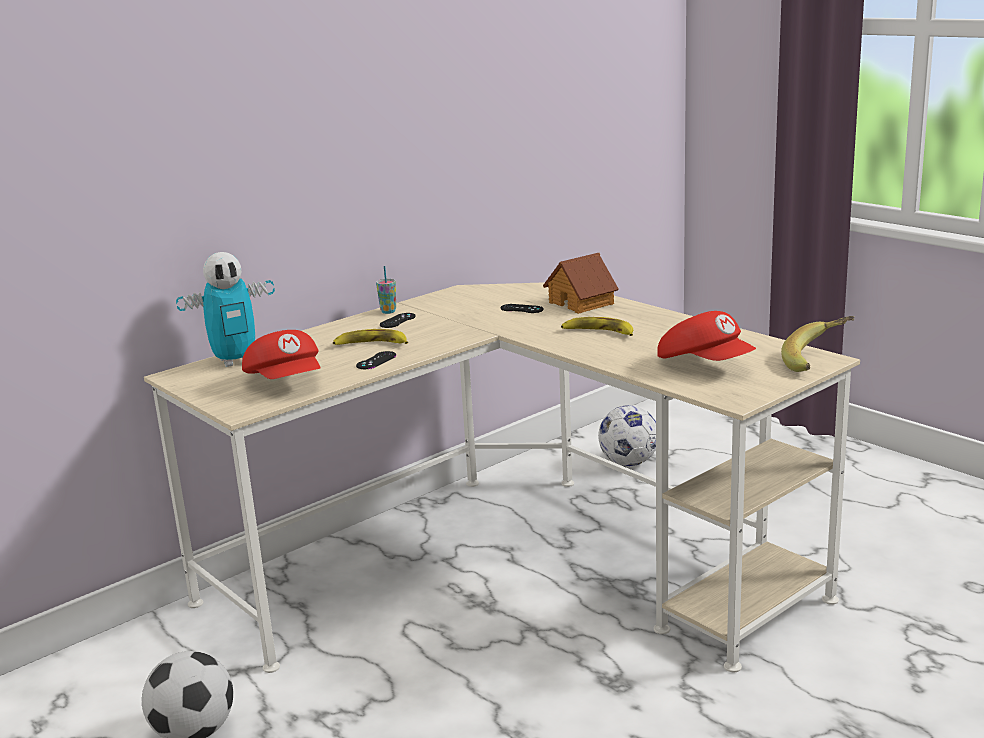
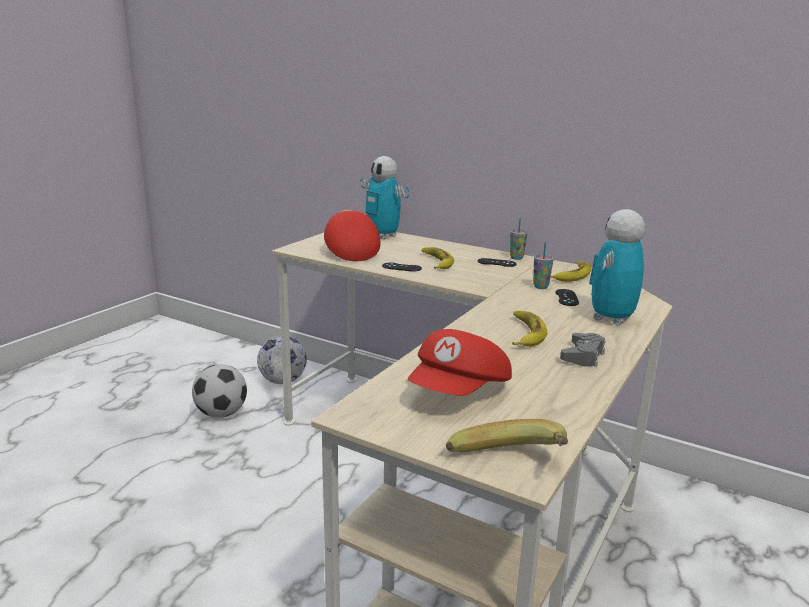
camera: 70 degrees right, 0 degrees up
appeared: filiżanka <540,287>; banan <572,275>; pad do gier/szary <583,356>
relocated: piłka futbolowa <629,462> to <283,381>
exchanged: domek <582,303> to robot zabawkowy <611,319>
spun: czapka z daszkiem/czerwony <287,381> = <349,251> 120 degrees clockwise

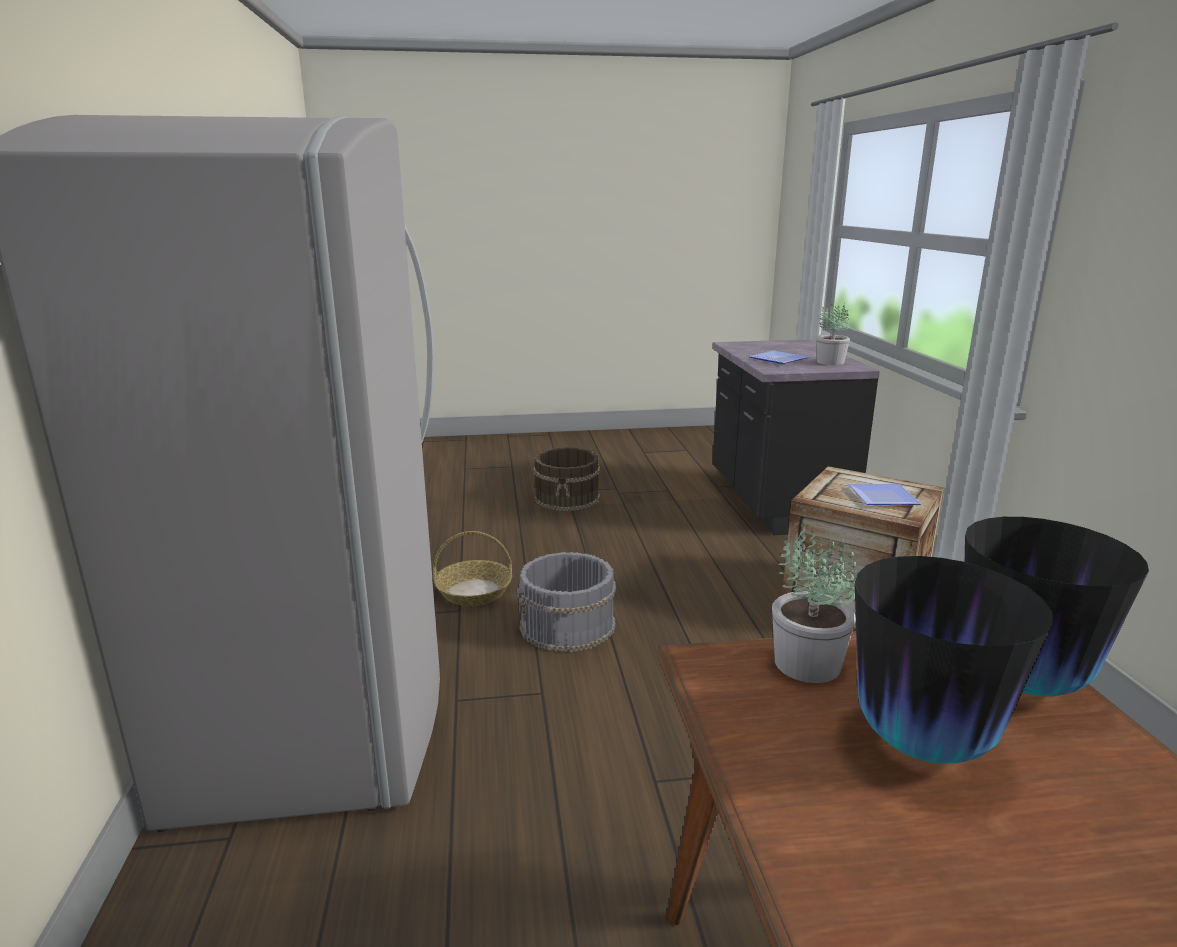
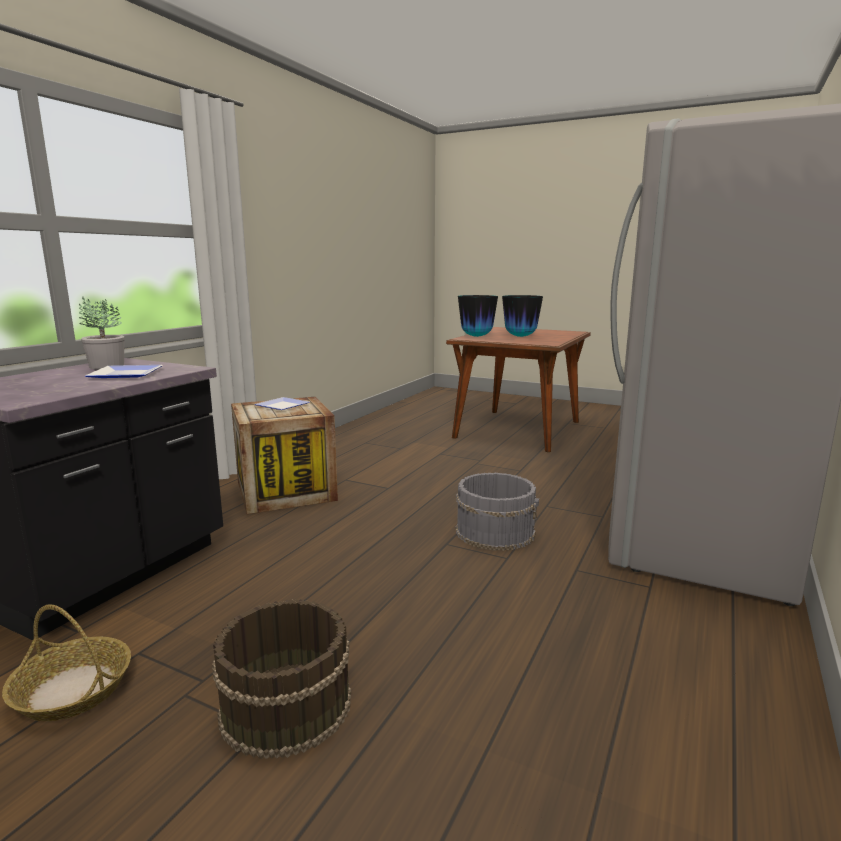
camera: 145 degrees left, 5 degrees down
missing: roślina doniczkowa <805,663>
relocated: koszyk <474,591> to <72,690>

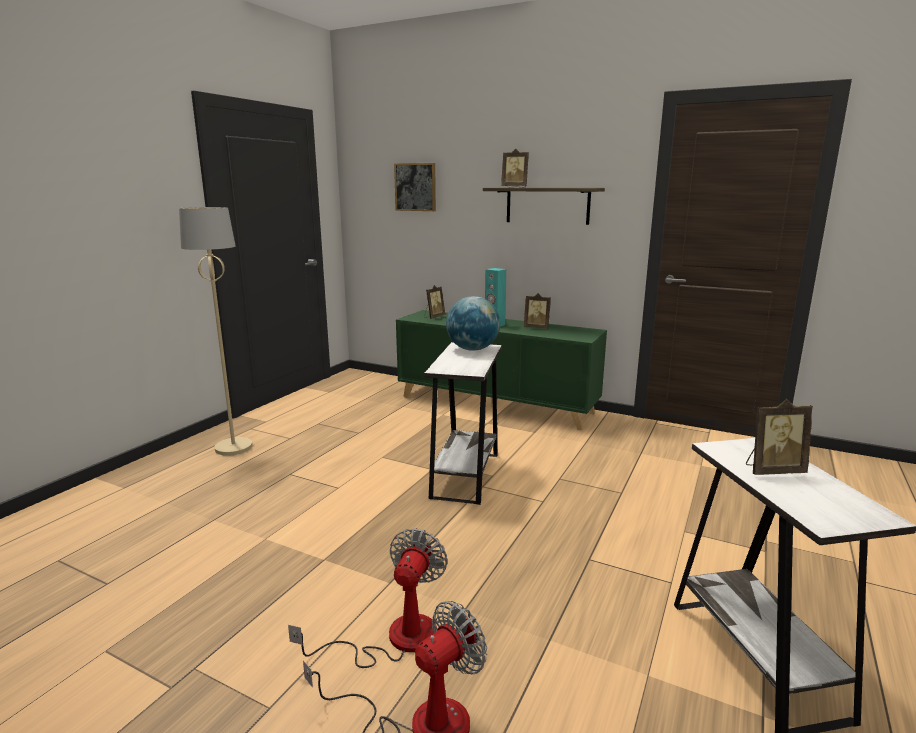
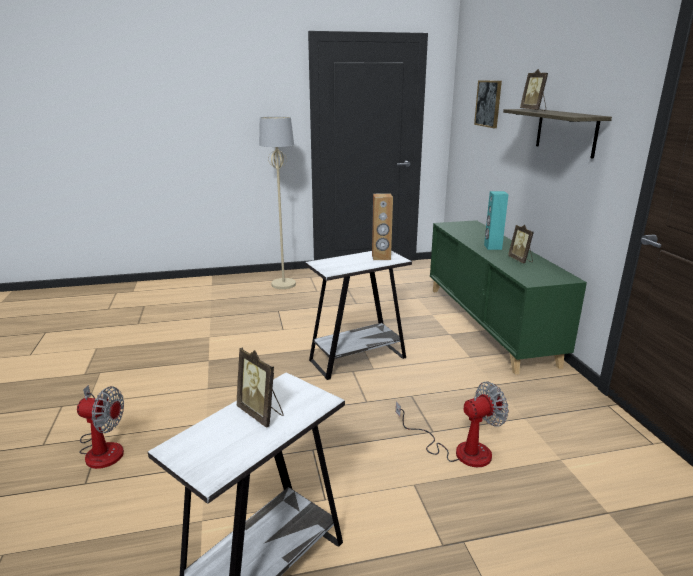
camera: 50 degrees right, 5 degrees up
missing: ramka na zdjęcie <433,317>
relocated: wentylator <394,639> to <460,450>
exchanged: globus <472,349> to głośnik/brązowy <381,257>

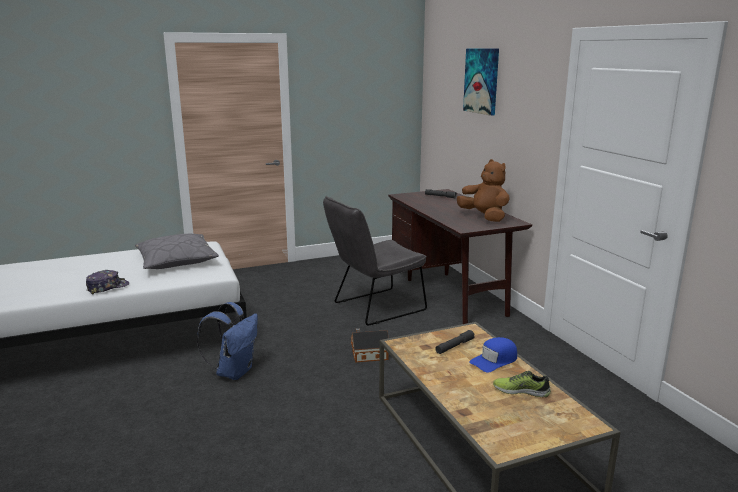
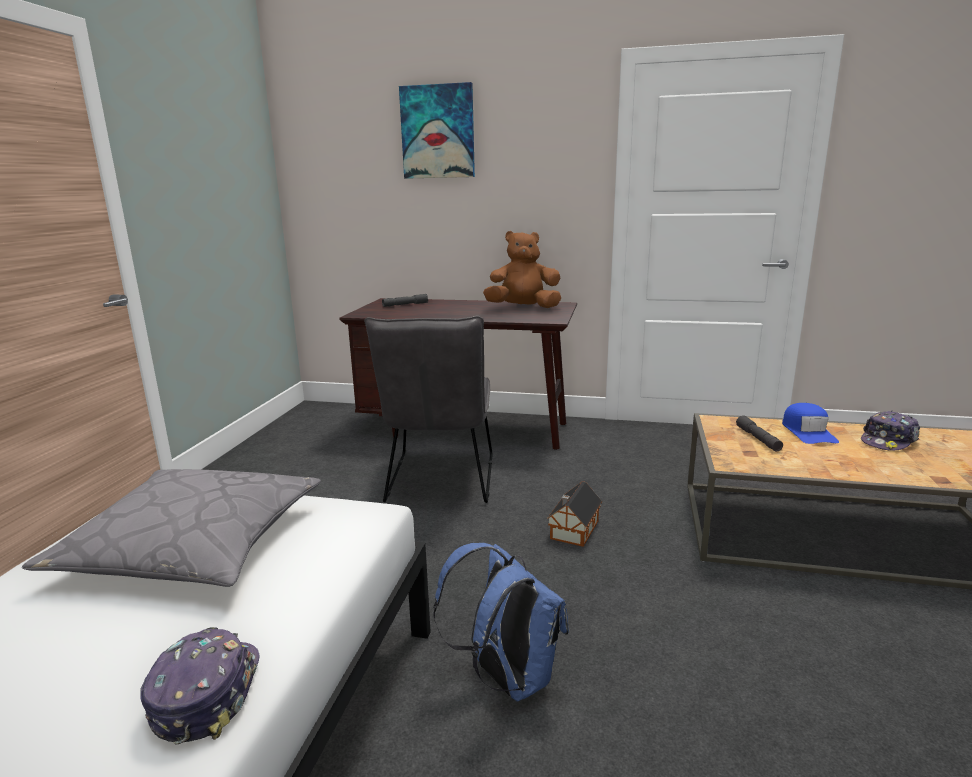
camera: 55 degrees left, 0 degrees up
exchanged: but <521,391> to czapka z daszkiem <888,441>

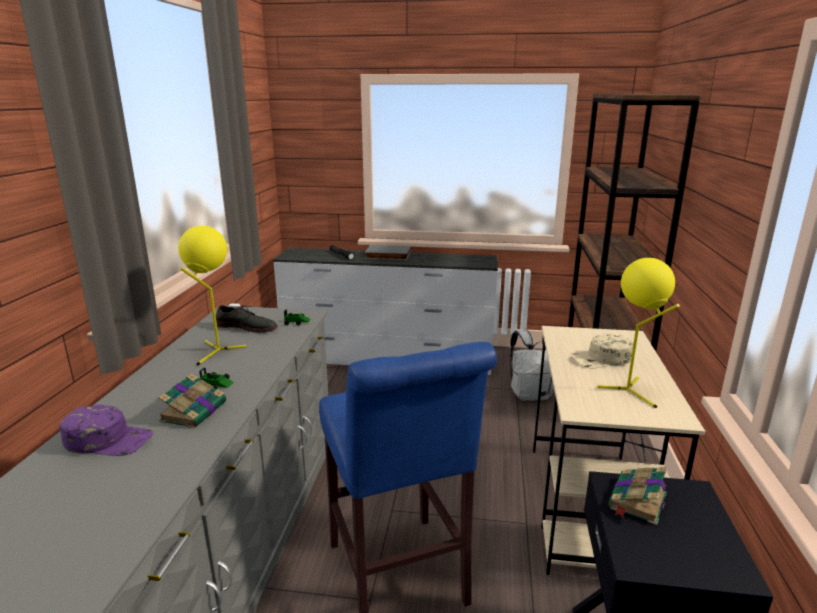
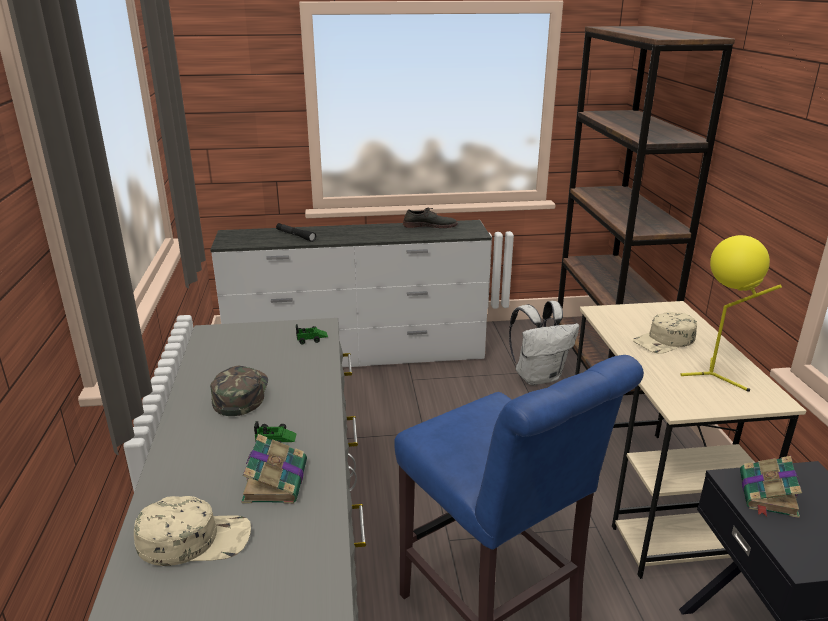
camera: 15 degrees left, 5 degrees up
missing: książka/szary <387,256>
relocated: but/szary <247,327> to <430,225>
exchanged: lampa stołowa/żółty <216,352> to czapka z daszkiem/zielony <240,394>
colour: czapka z daszkiem/fioletowy <109,439> to czapka z daszkiem/beżowy <195,539>

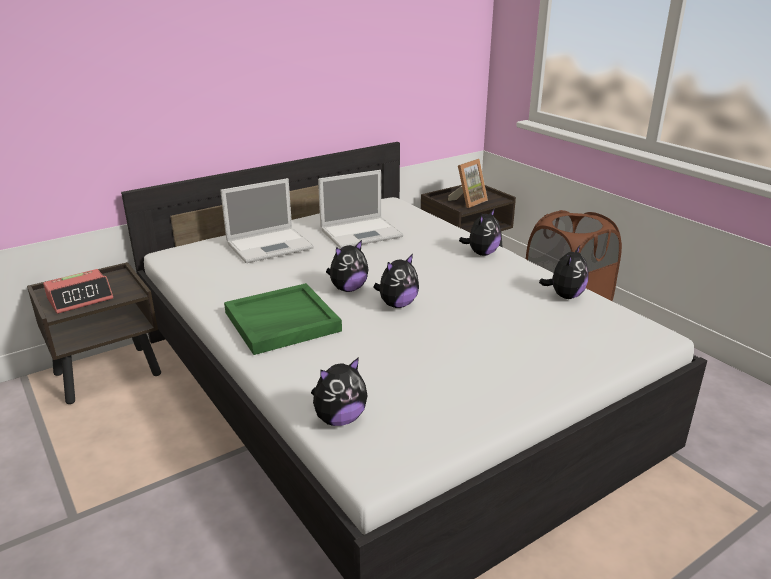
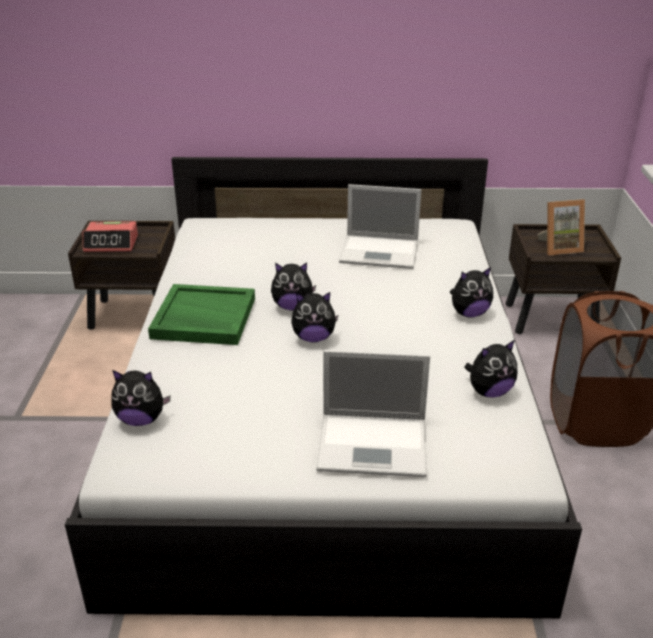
camera: 35 degrees right, 5 degrees up
relocated: laptop <271,245> to <375,445>

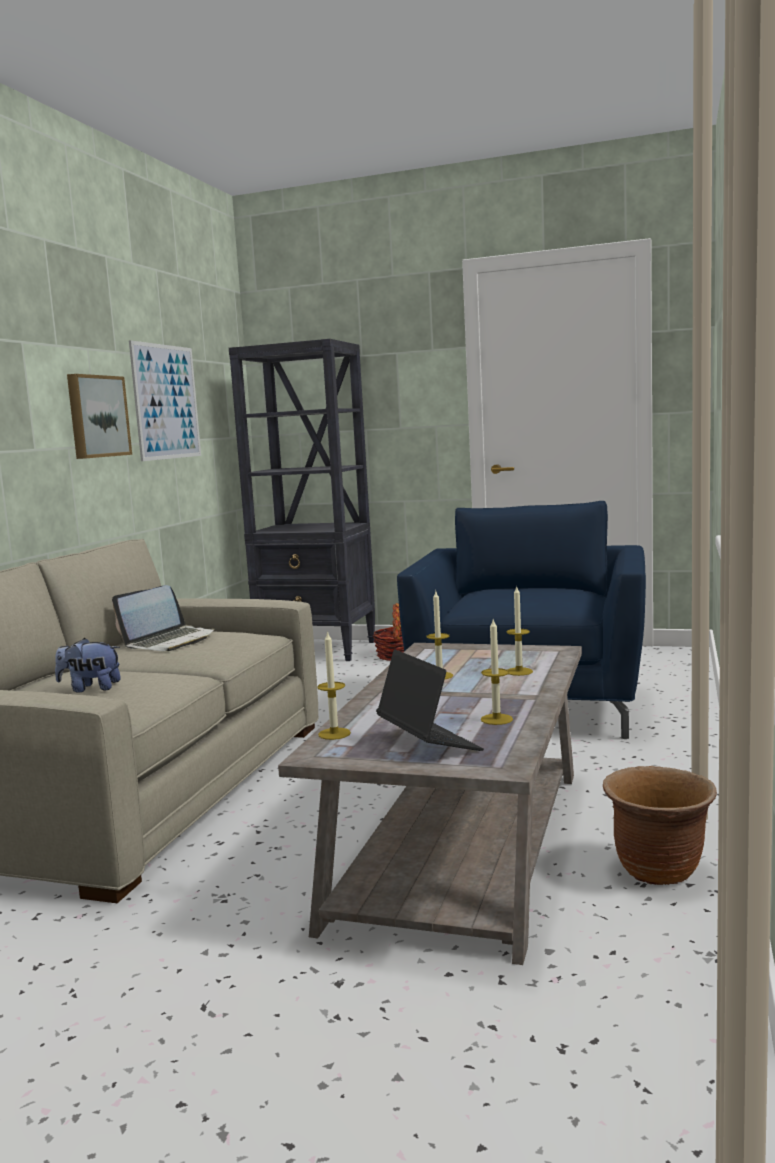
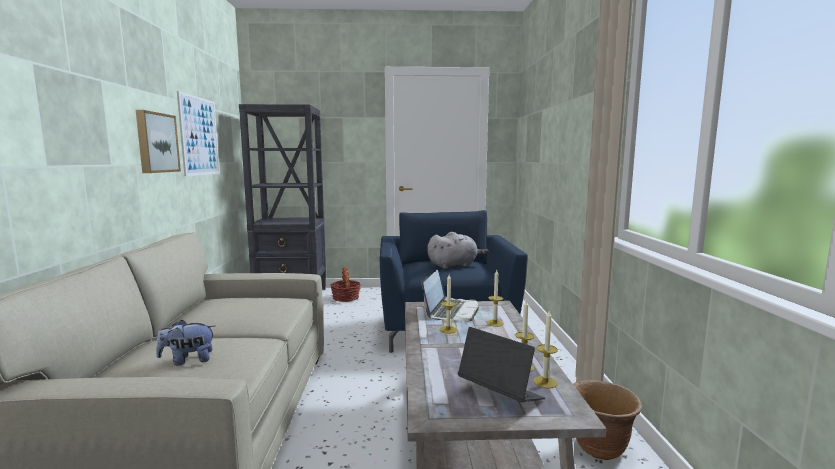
camera: 20 degrees left, 0 degrees up
appeared: pluszak/szary <454,265>
relocated: laptop <169,641> to <451,311>; świeca <334,734> to <545,382>

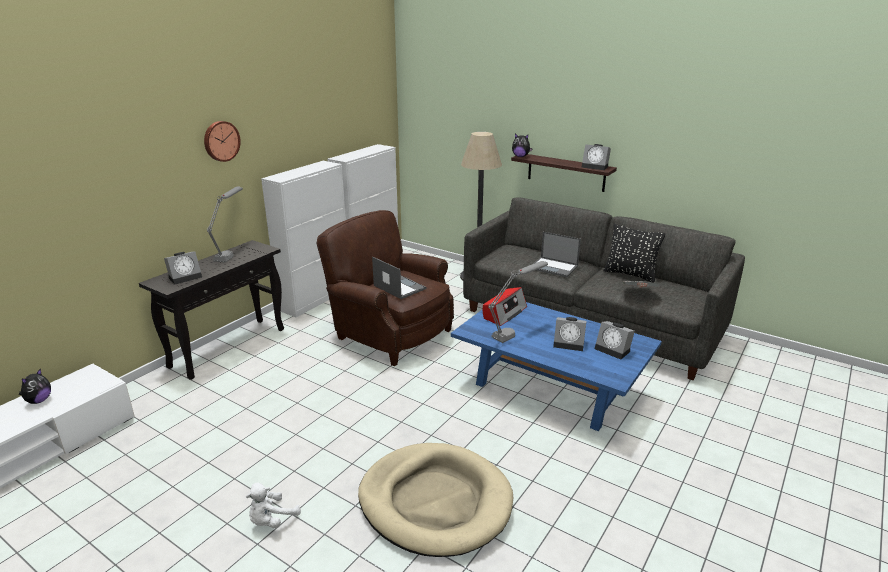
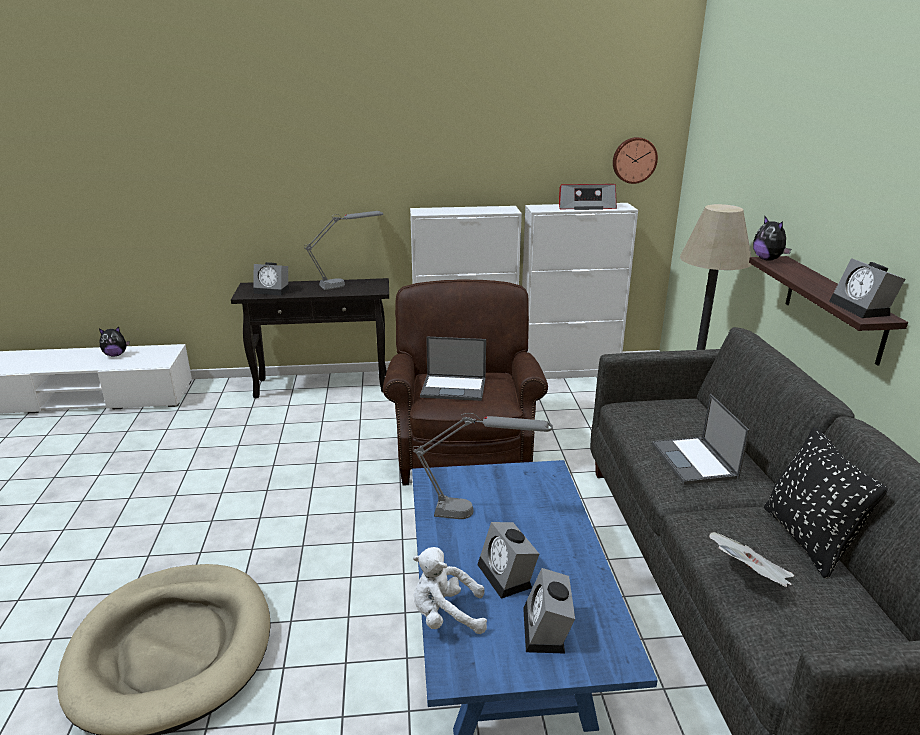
camera: 50 degrees right, 0 degrees up
relocated: zegar ścienny <221,141> to <634,160>; radio <504,313> to <585,206>; pluszak/biały <271,520> to <446,616>
spun: laptop <399,287> = <454,388> 90 degrees clockwise

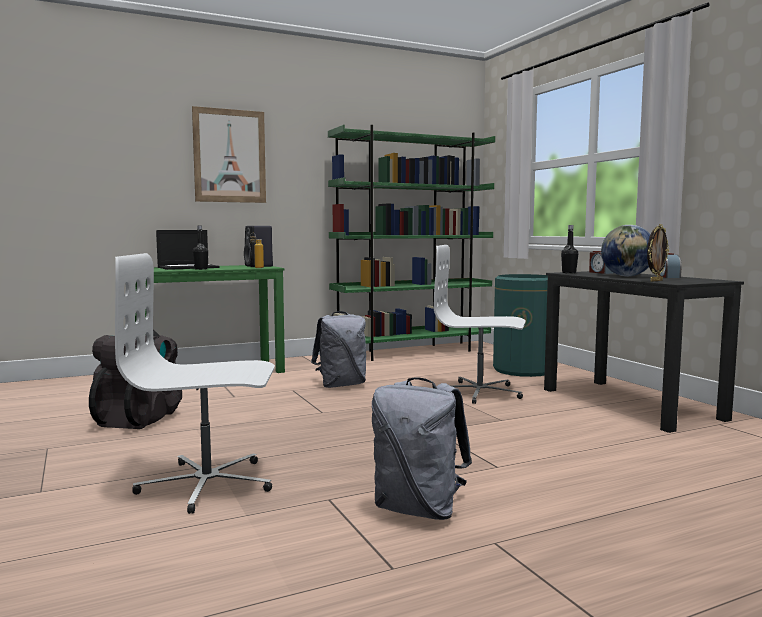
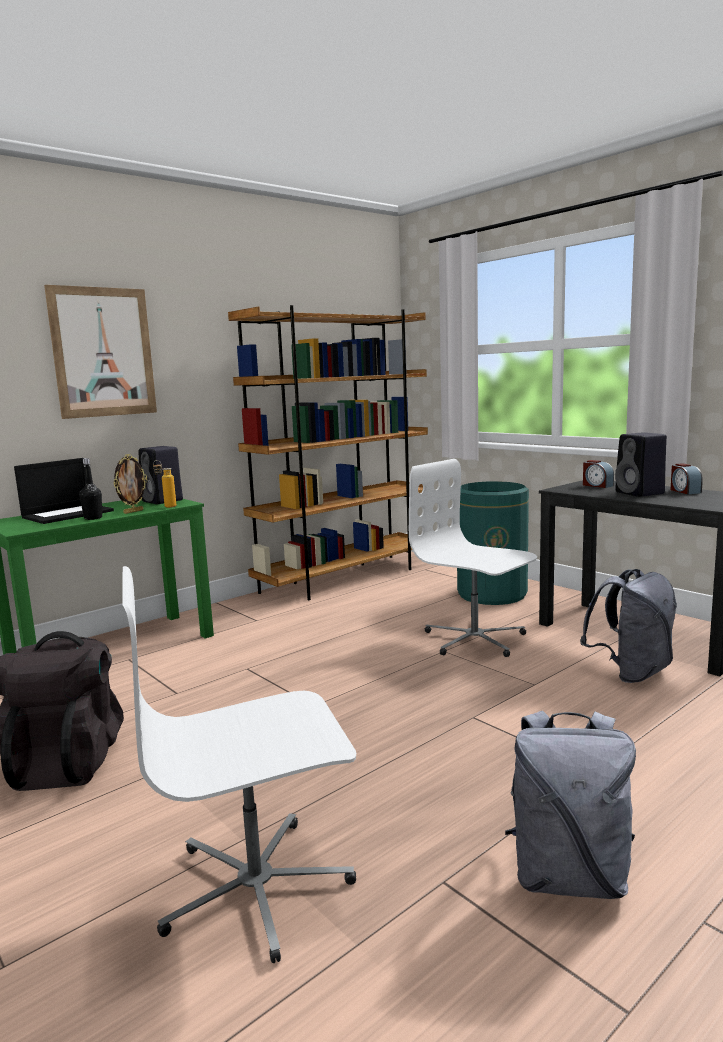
camera: 15 degrees left, 5 degrees up
missing: butelka/czarny <569,272>
relocated: ramka na zdjęcie <655,281> to <133,511>; plecak/szary <341,385> to <631,672>
exchanged: globus <627,276> to głośnik/czarny <641,493>
colour: regał/zielony <412,351> to regał/brązowy <346,578>
spun: krzesło biurowe/biały <480,392> = <474,639> 45 degrees clockwise

